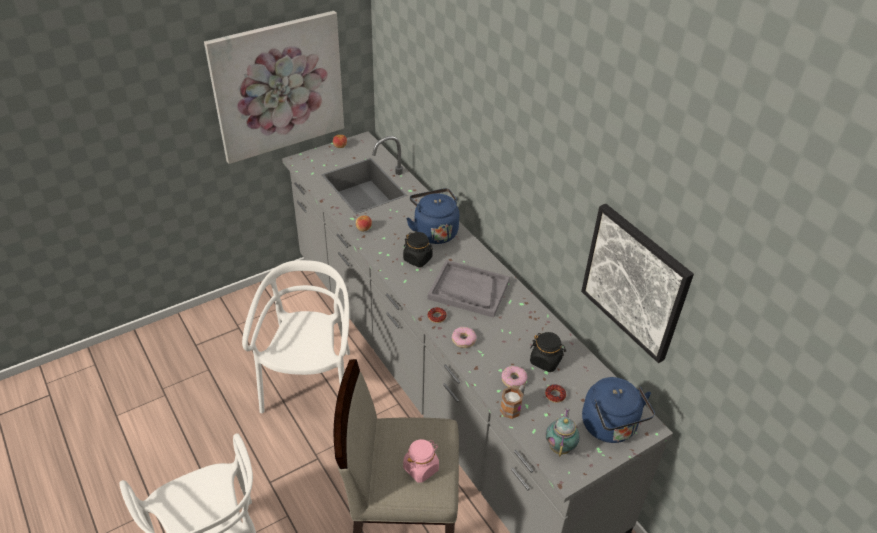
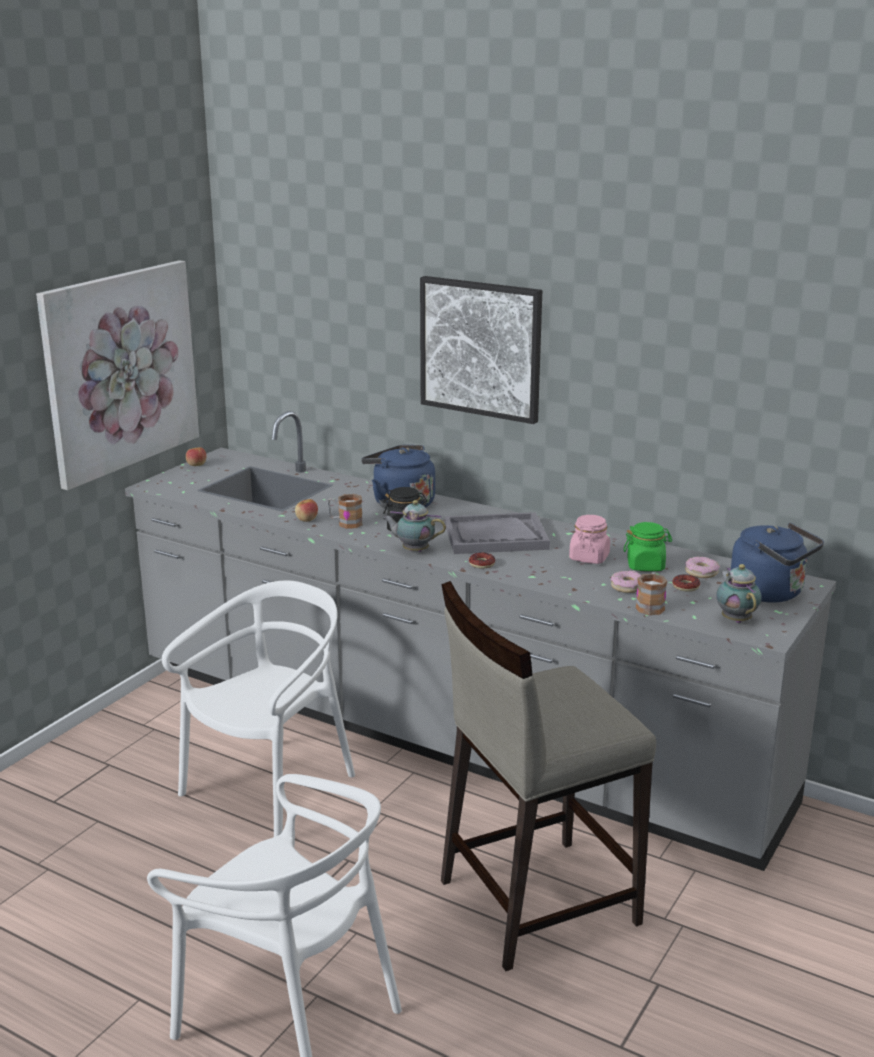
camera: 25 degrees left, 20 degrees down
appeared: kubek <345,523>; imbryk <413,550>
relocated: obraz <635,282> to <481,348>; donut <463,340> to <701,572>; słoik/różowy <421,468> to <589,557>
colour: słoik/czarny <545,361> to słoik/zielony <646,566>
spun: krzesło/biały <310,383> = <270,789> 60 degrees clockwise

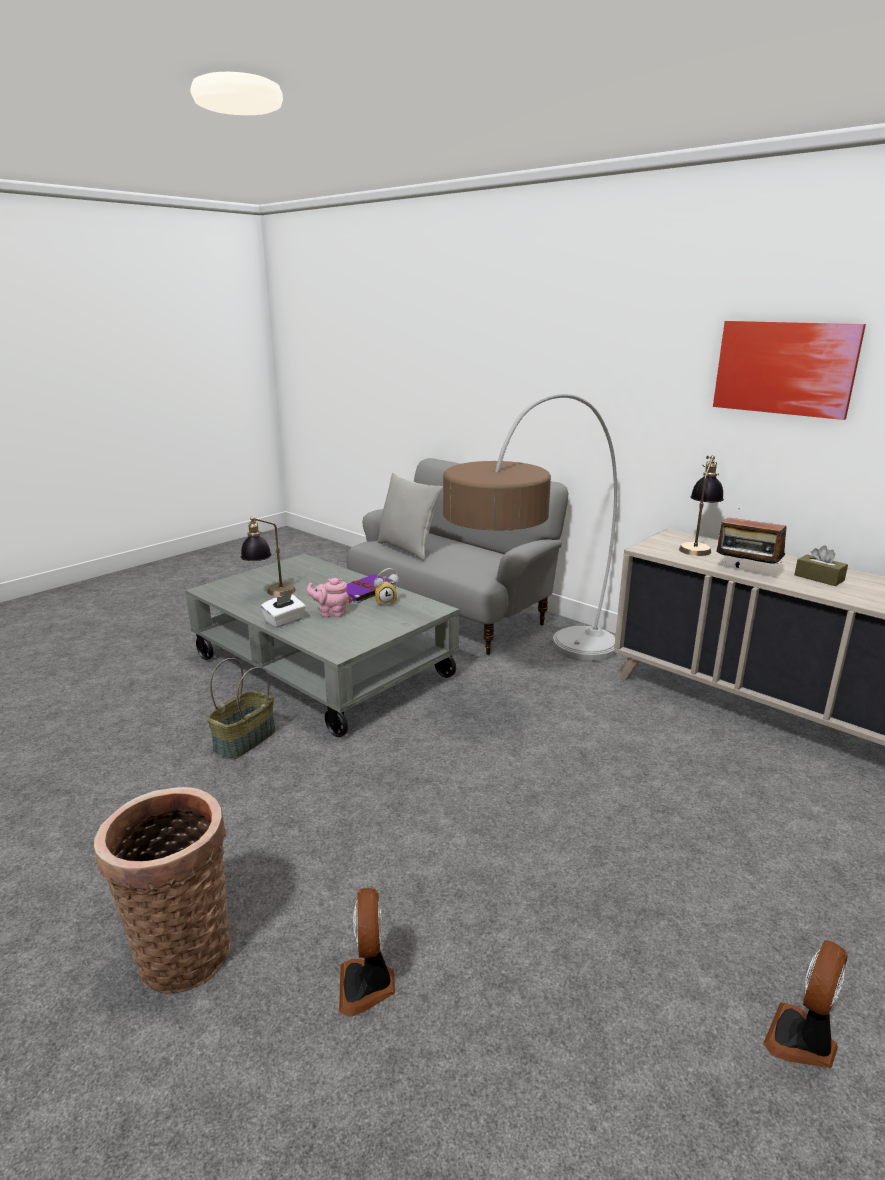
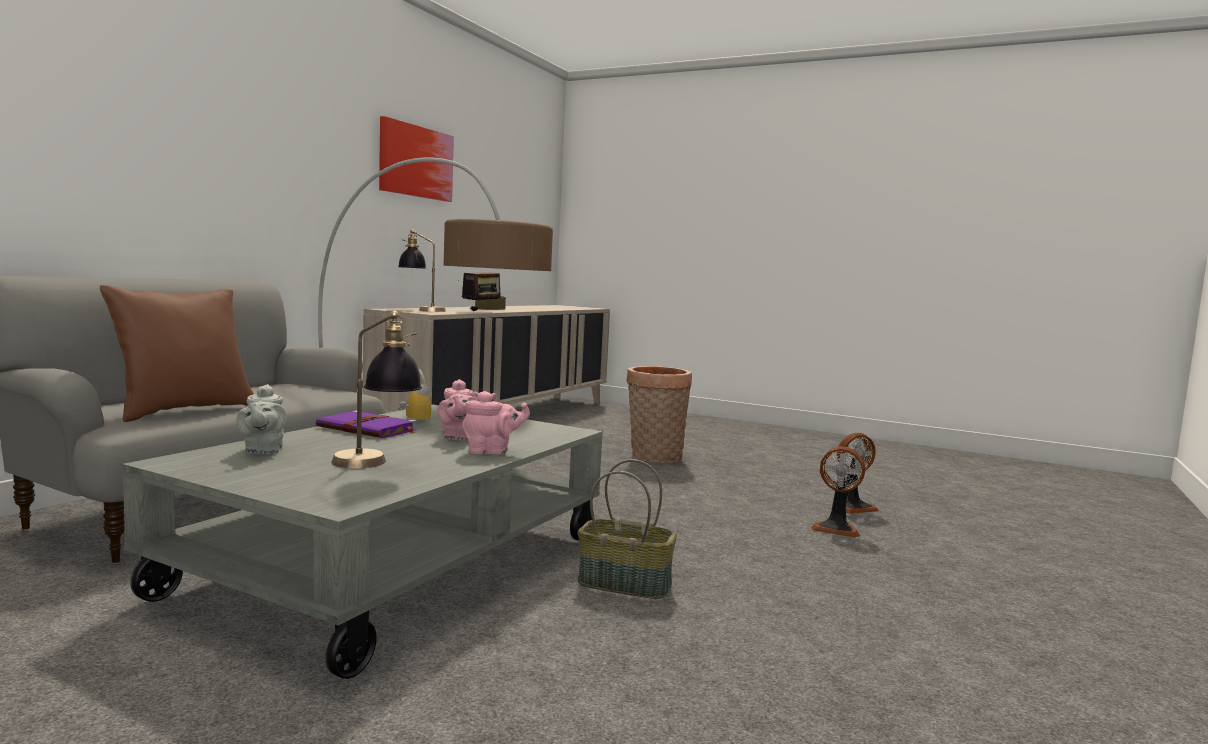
camera: 105 degrees left, 15 degrees down
appeared: imbryk/szary <263,450>
relocated: koszyk <182,950> to <654,458>; wentylator <802,1041> to <836,528>
exchanged: pudełko chusteczek/biały <284,621> to imbryk/różowy <492,452>
colour: poduszka/szary <408,549> to poduszka/brązowy <184,411>

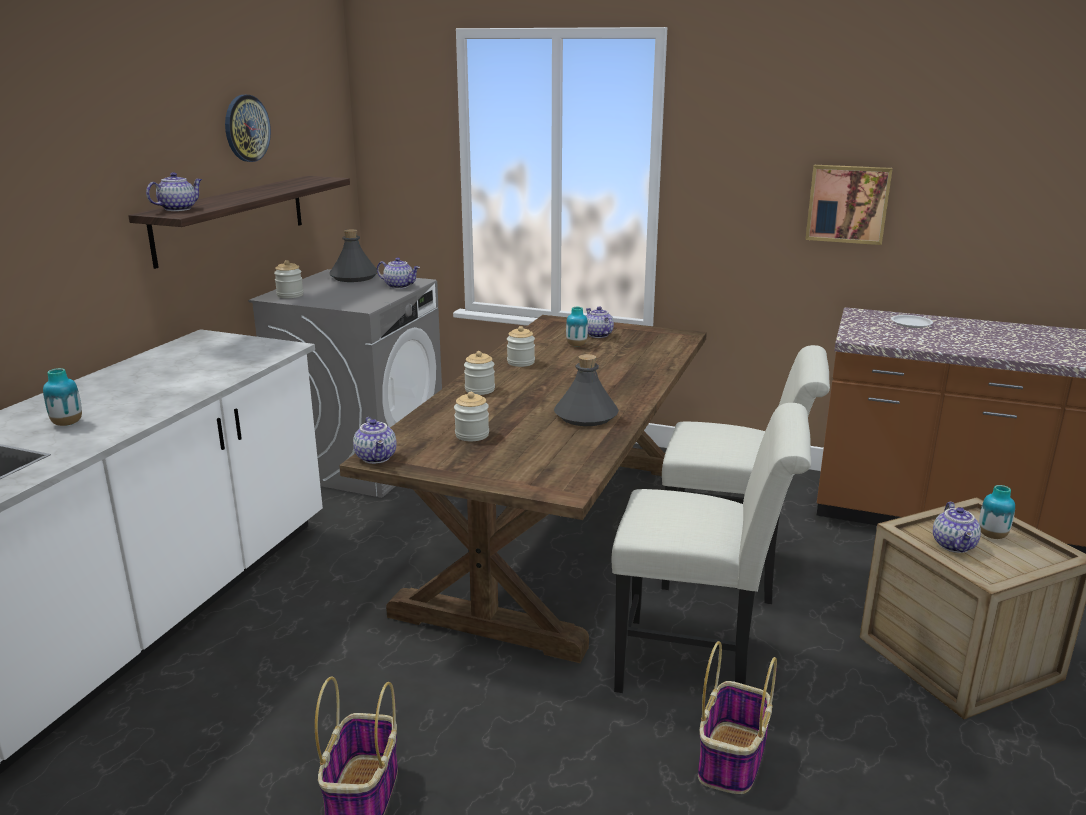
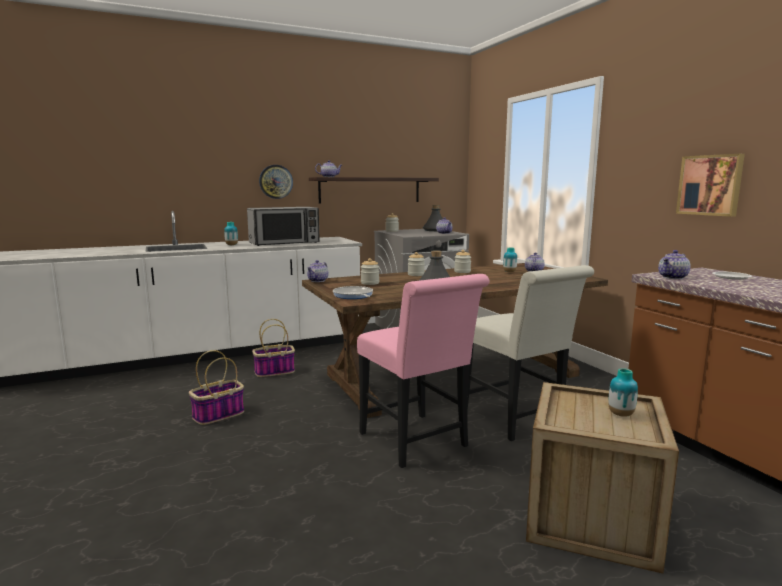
camera: 45 degrees right, 10 degrees down
appeared: mikrofalówka <285,243>; patelnia <353,296>
relocated: zegar ścienny <246,128> to <276,181>; imbryk <955,546> to <673,277>; koszyk <732,760> to <274,372>
colour: krzesło/biały <697,664> to krzesło/różowy <417,443>

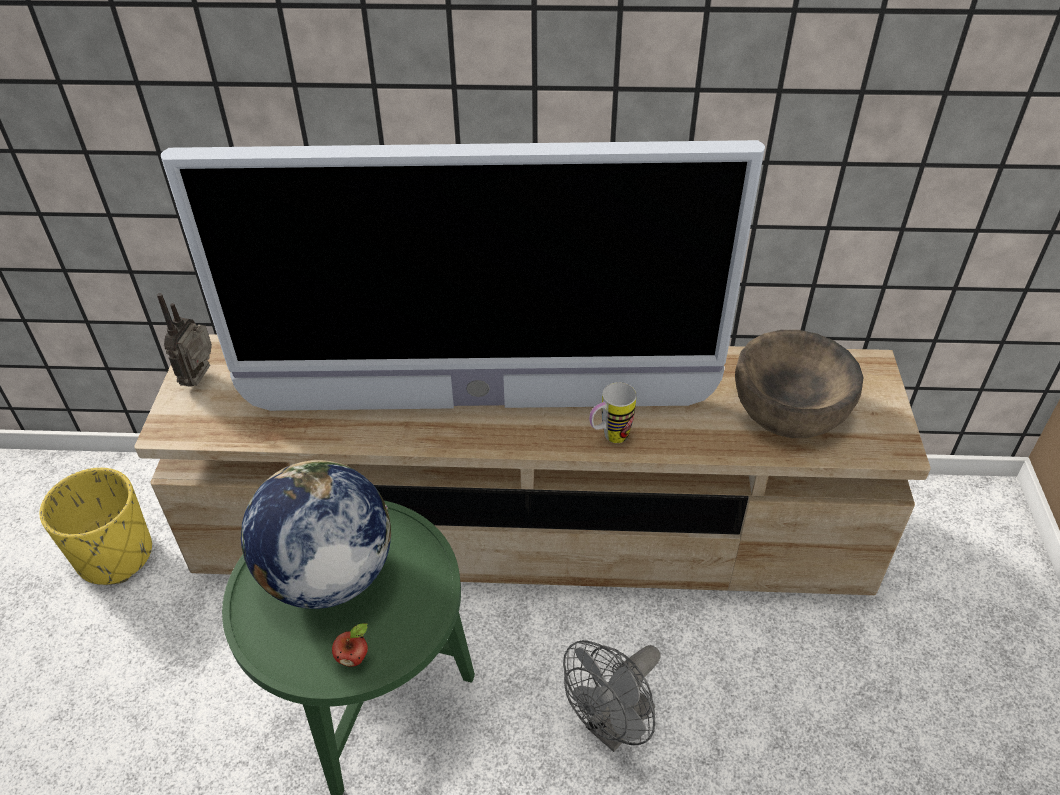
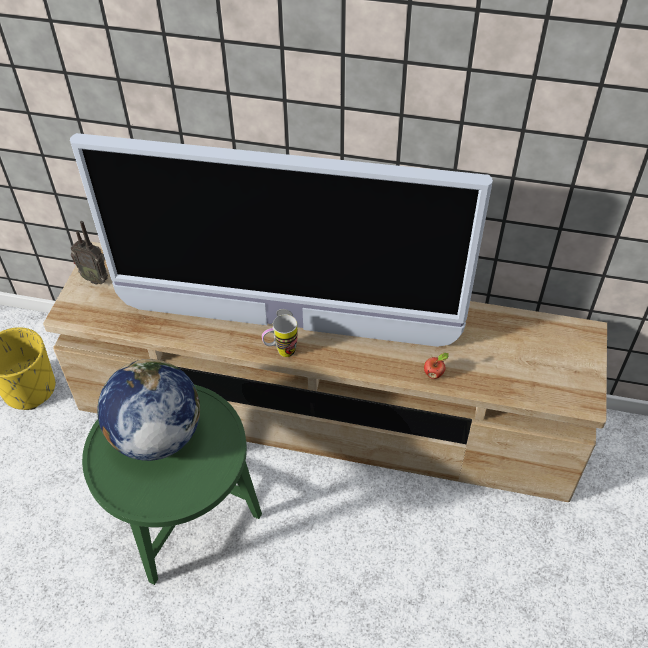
camera: 10 degrees right, 5 degrees up
missing: miska/brązowy <790,406>; wentylator/szary <613,727>
relocated: kubek <609,438> to <280,352>; jabłko <354,657> to <434,374>
spun: radio <202,379> = <96,278> 90 degrees counterclockwise

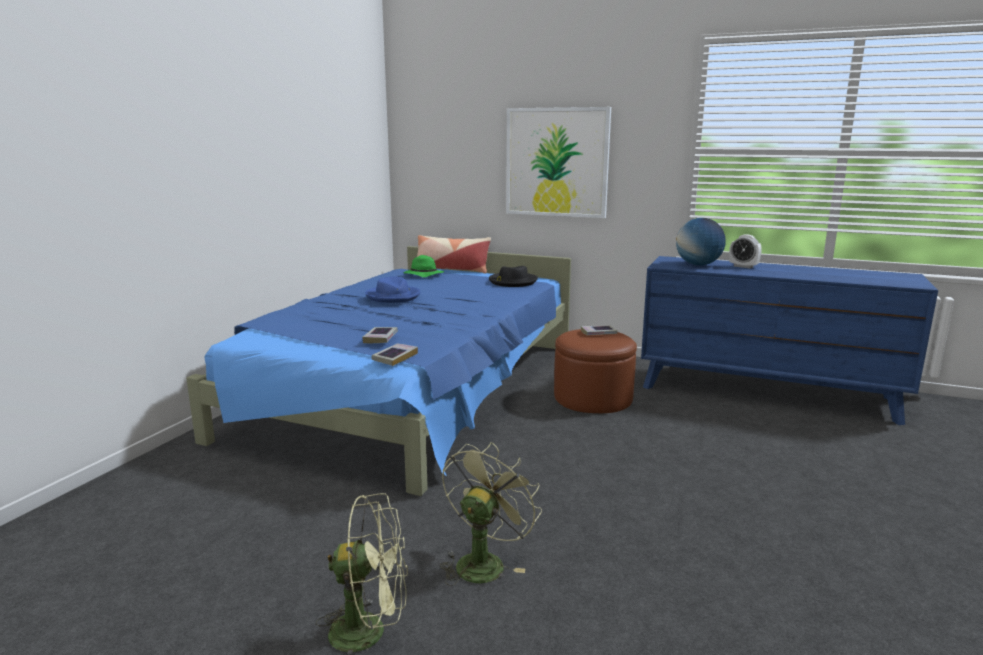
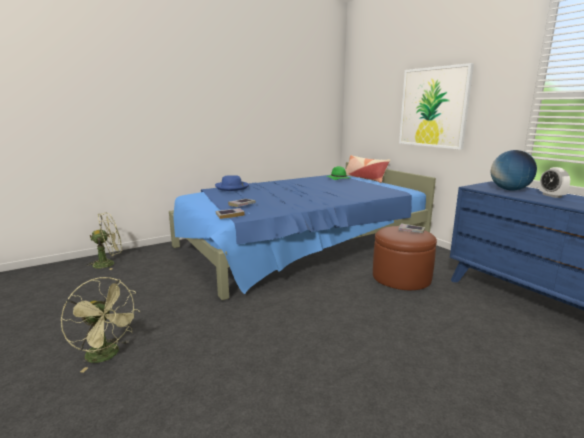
camera: 35 degrees right, 0 degrees up
missing: kapelusz/czarny <512,282>
relocated: kapelusz/niebieski <393,296> to <232,187>; wentylator/zielony <484,561> to <109,263>

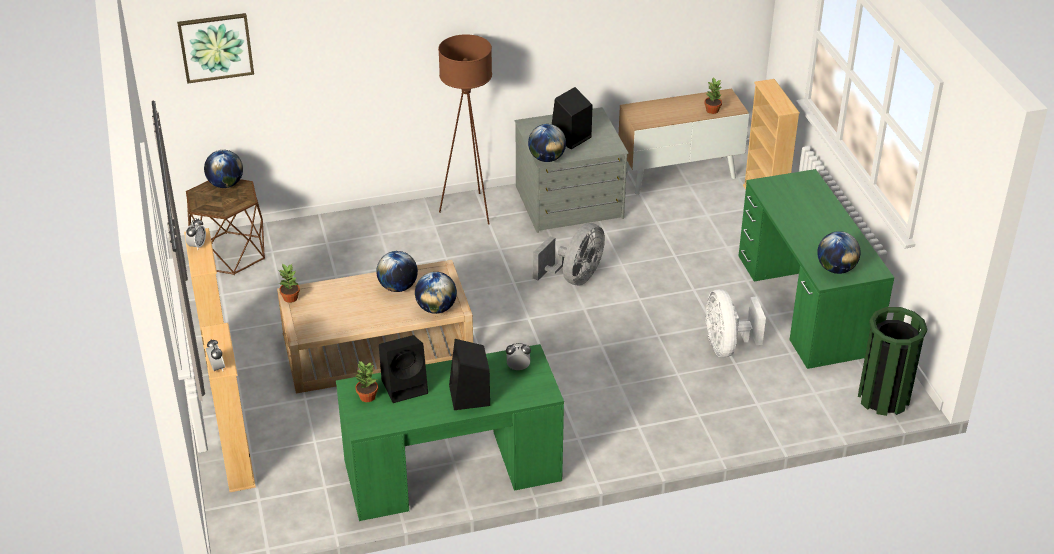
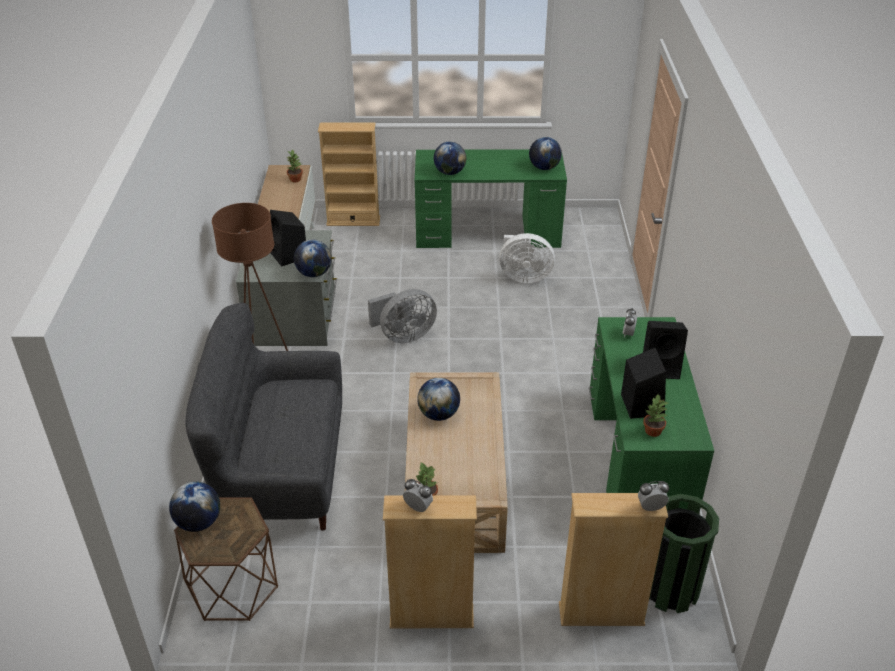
camera: 75 degrees left, 0 degrees up
missing: obraz <216,47>
appeared: kanapa/szary <279,469>
relocated: globus <436,308> to <450,172>; kosz na śmieci/zielony <883,397> to <670,589>
spun: wentylator/szary <574,277> = <403,336> 105 degrees clockwise

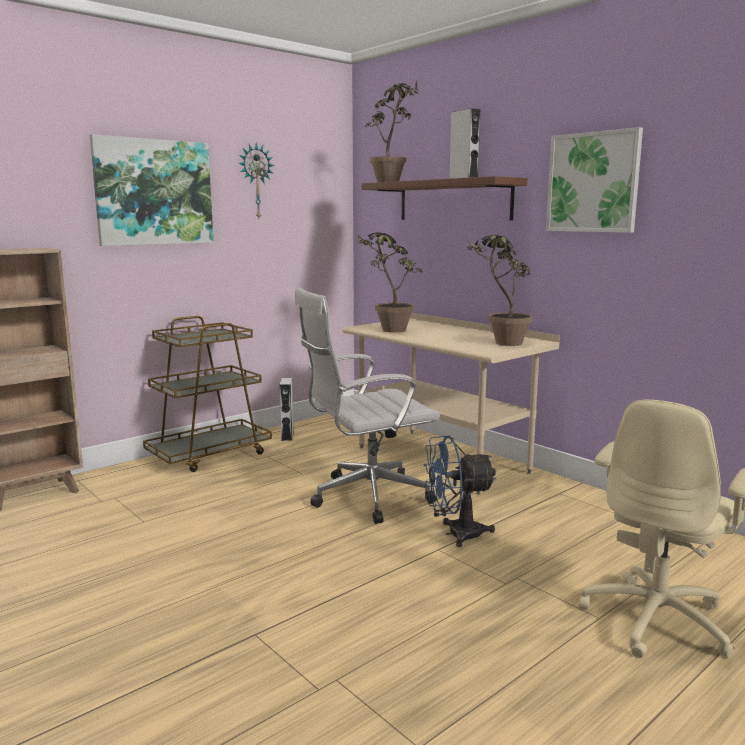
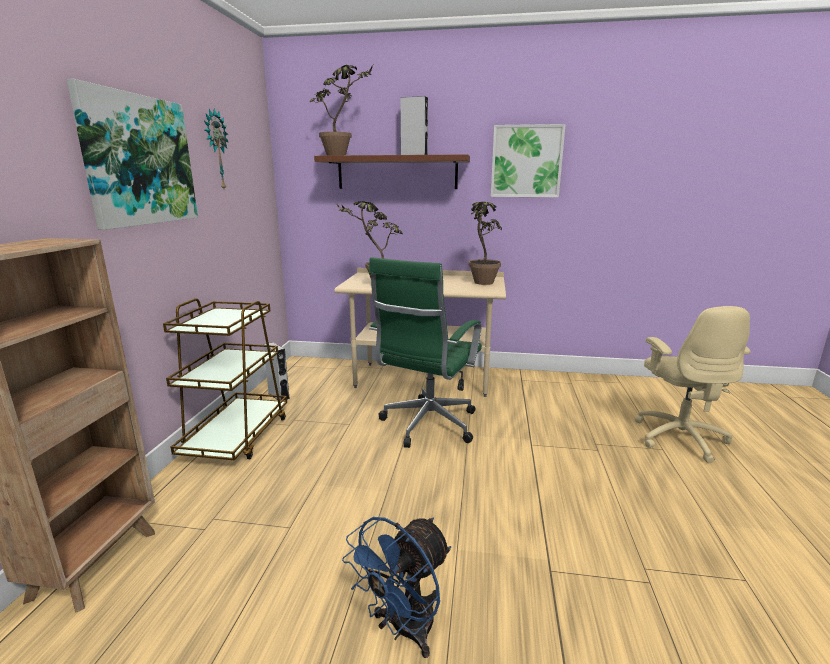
camera: 40 degrees left, 5 degrees up
relocated: wentylator/niebieski <455,534> to <404,630>
colour: krzesło biurowe/biały <365,497> to krzesło biurowe/zielony <427,426>

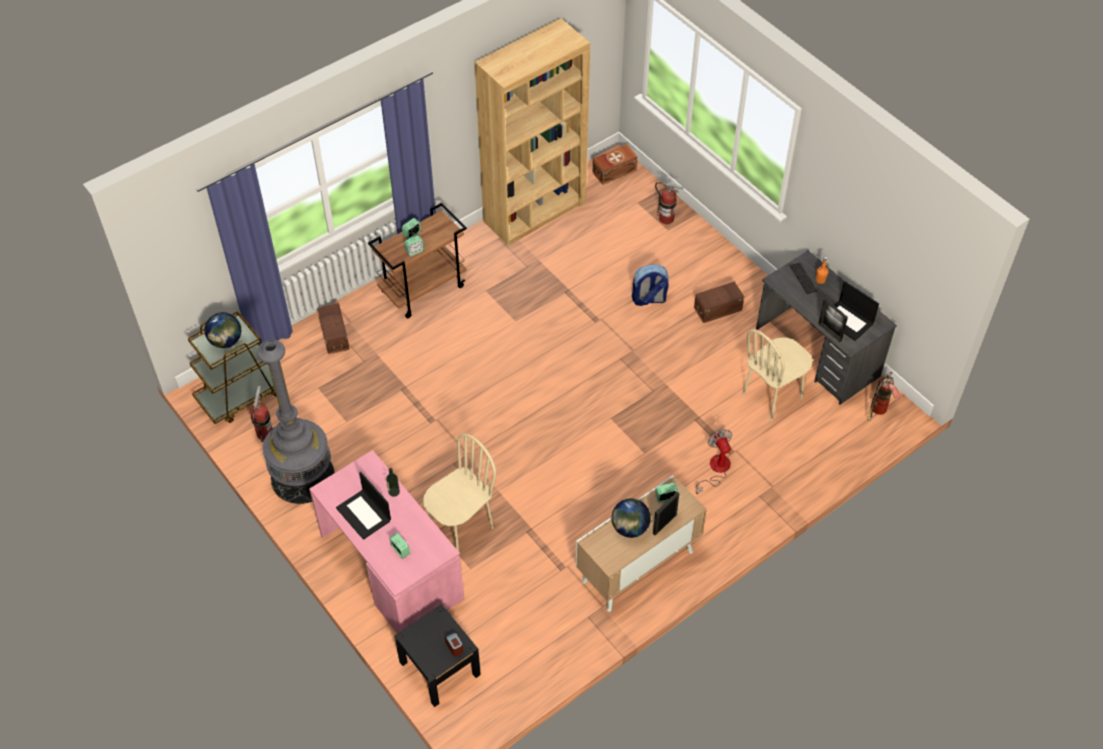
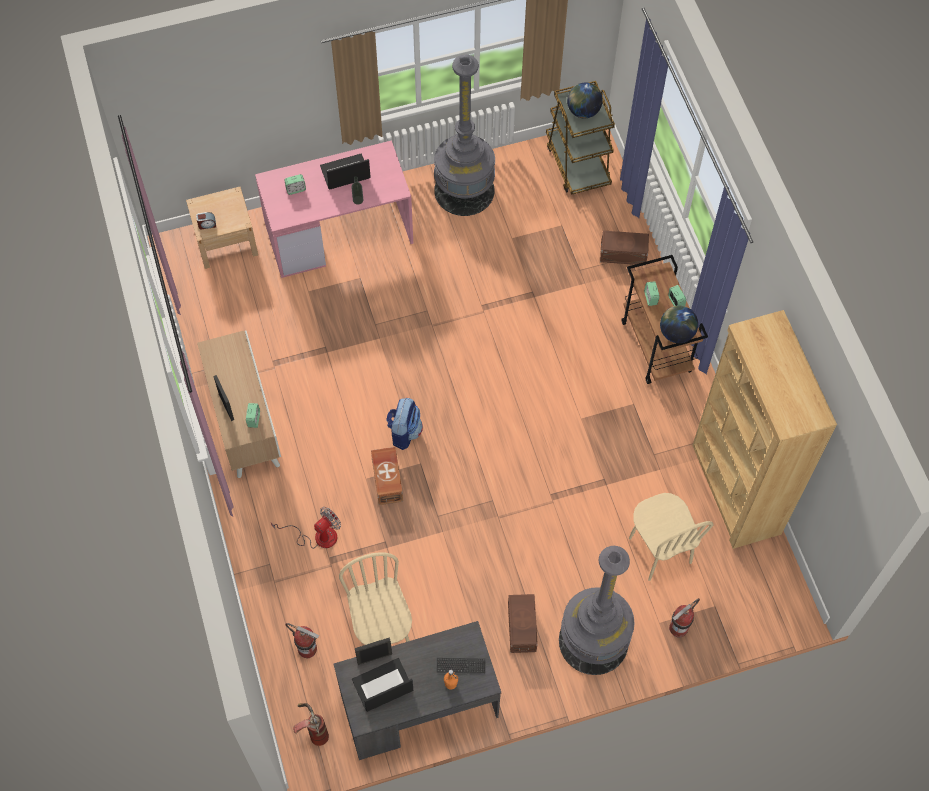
camera: 110 degrees right, 10 degrees up
appeared: lampa stojąca/szary <593,641>
relocated: pojemnik do przechowywania/brązowy <613,171> to <388,480>; plecak <648,299> to <404,432>; gaśnica <265,433> to <307,649>; krzesło/beżowy <461,527> to <659,551>; globus <630,528> to <676,333>
colour: szafka nocna/czarny <439,668> to szafka nocna/beżowy <226,241>
spun: wentylator <716,469> = <317,536> 45 degrees counterclockwise

